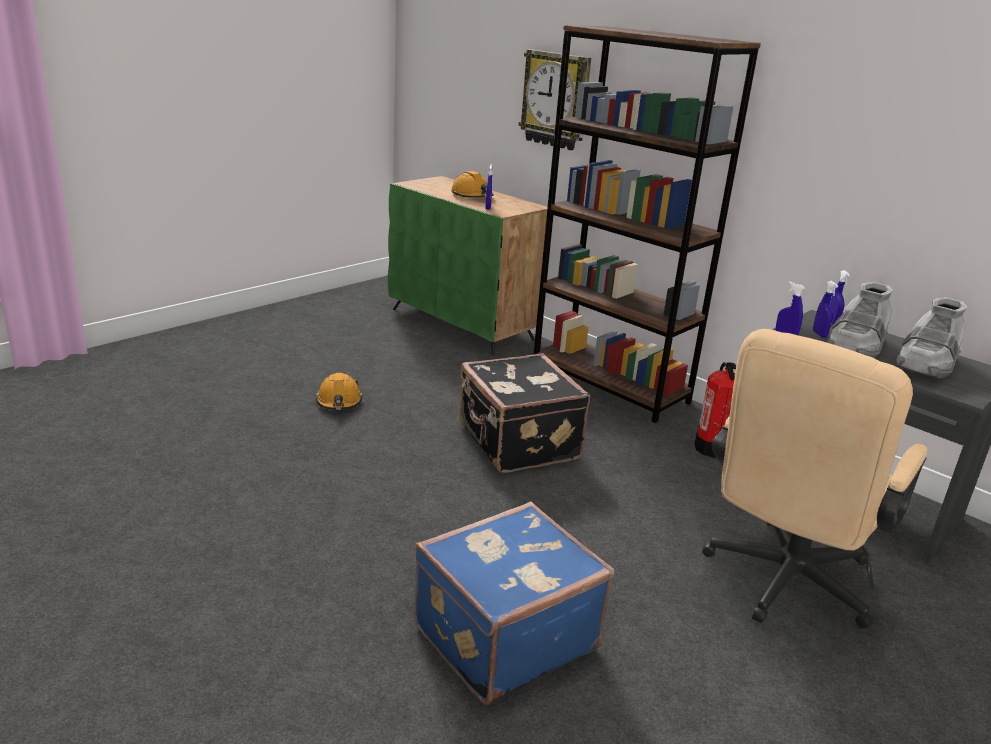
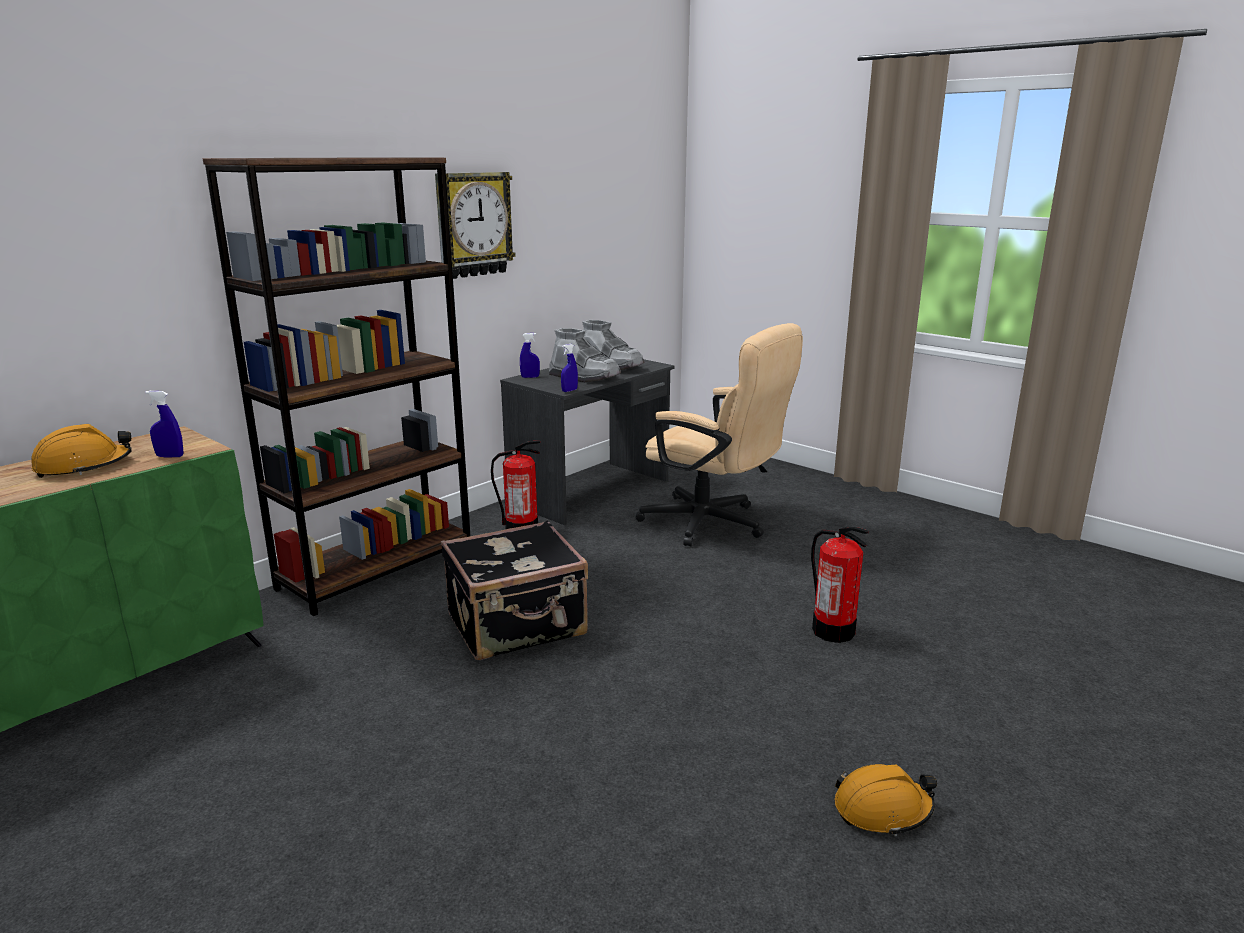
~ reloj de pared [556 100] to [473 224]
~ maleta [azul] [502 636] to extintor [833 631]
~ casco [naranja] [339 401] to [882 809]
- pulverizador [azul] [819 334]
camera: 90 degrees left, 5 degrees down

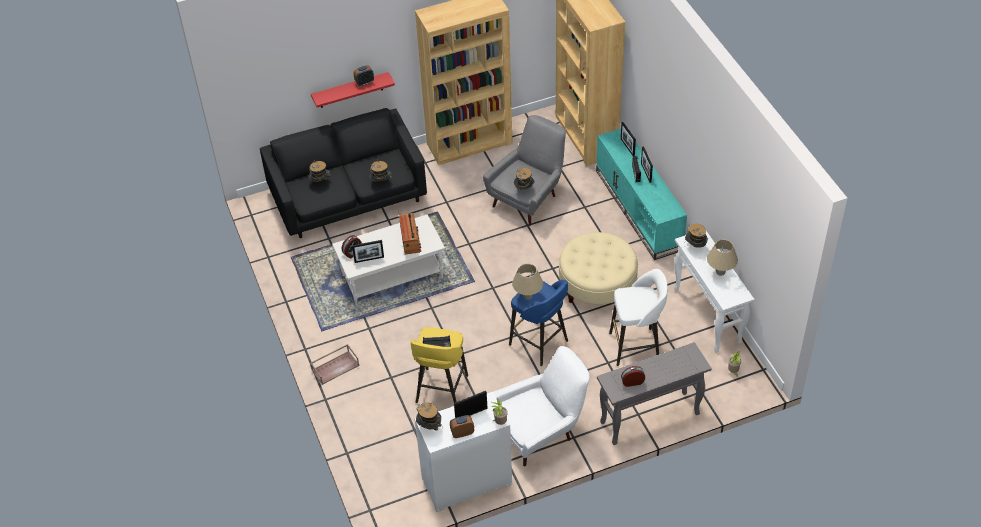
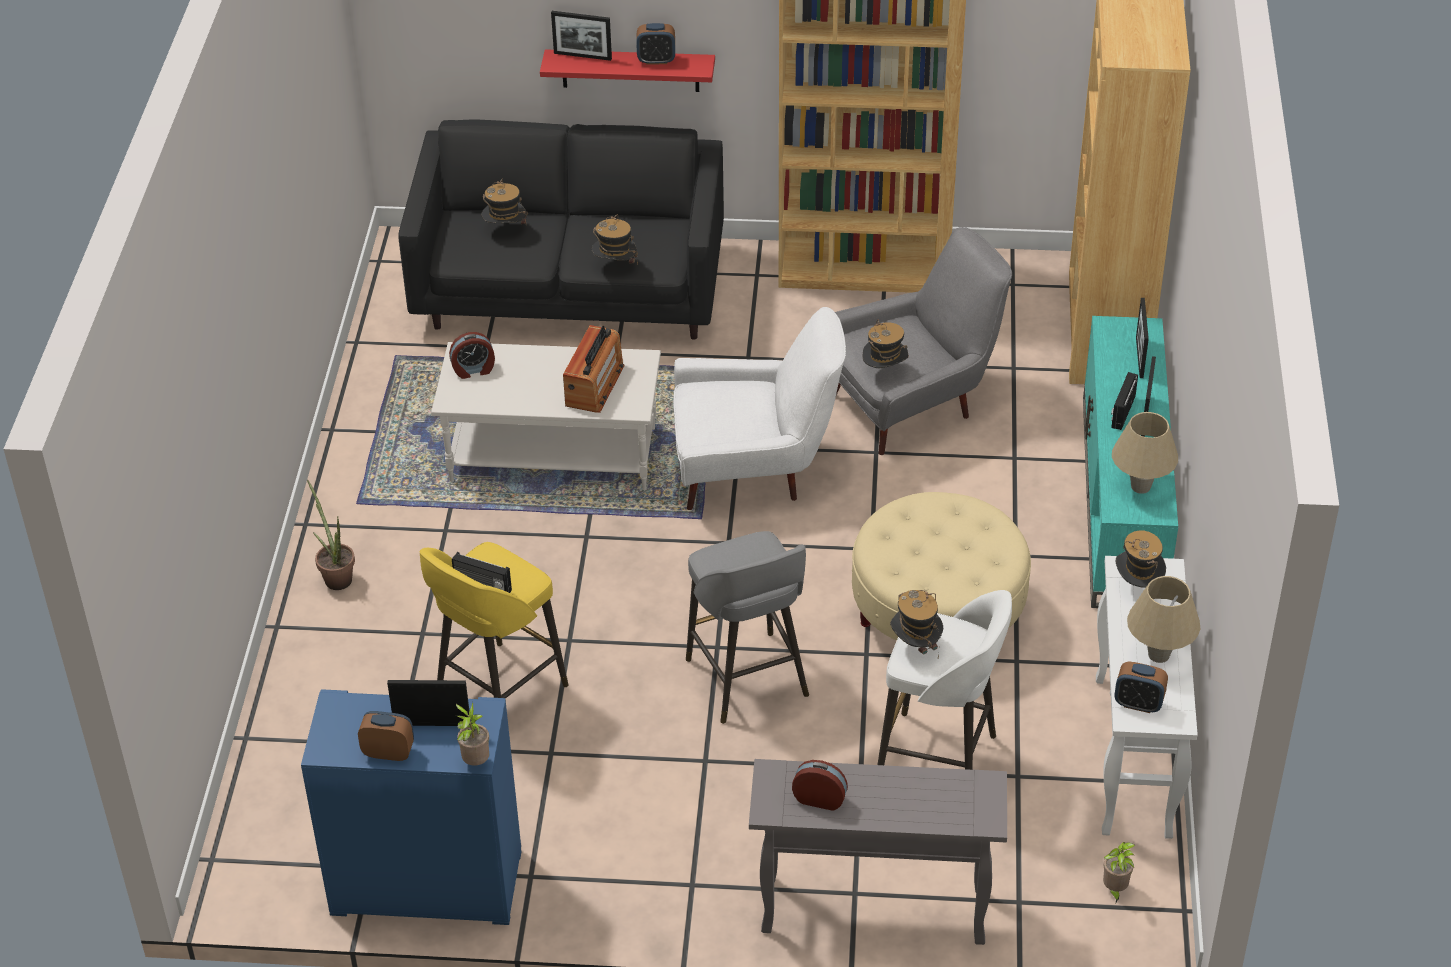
~ armario [blanco] [466 482] to armario [azul] [425 883]
~ bandeja [marrón] [335 367] to planta en maceta [336 576]
~ portarretratos [369 259] to [582 56]
~ sillón [blanco] [540 431] to [753 471]
~ taburete [azul] [540 344] to taburete [gris] [748 680]
~ sombrero [429 427] to [915 646]
~ lámpara de mesa [beis] [528 296] to [1140 486]
+ despertador [1138 704]
camera: 25 degrees right, 5 degrees down

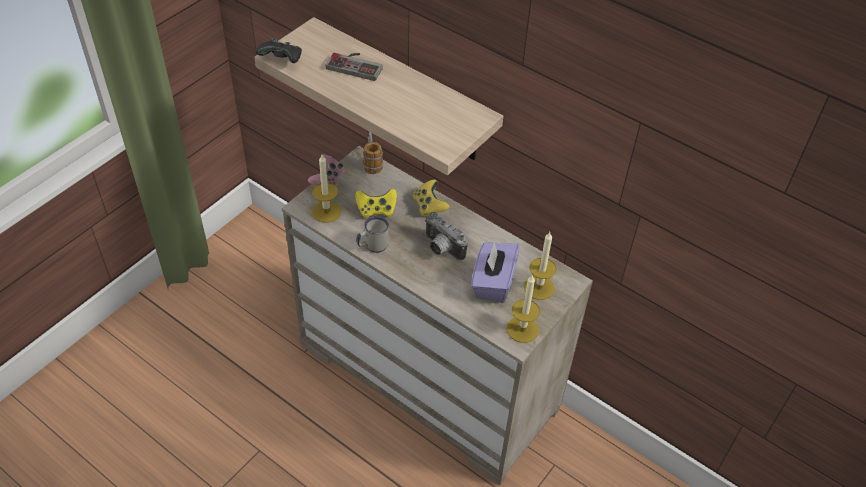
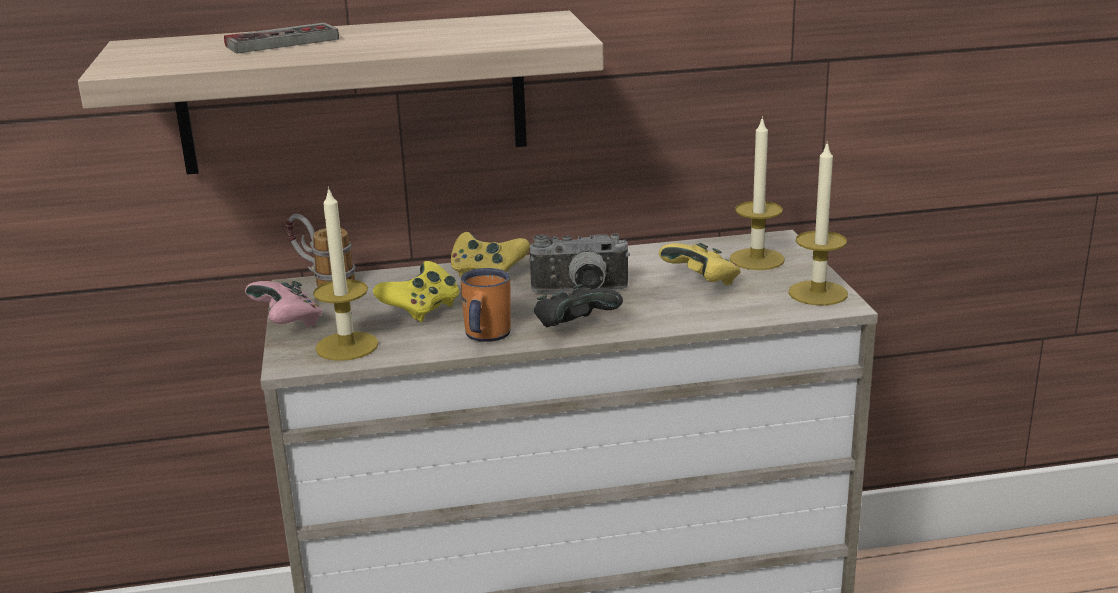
~ taza grande [blanco] [372 246] to taza grande [naranja] [484 337]
~ mando de consola [negro] [282 60] to [574 327]
~ caja de pañuelos [morado] [493 282] to mando de consola [amarillo] [702 282]
camera: 45 degrees left, 25 degrees down

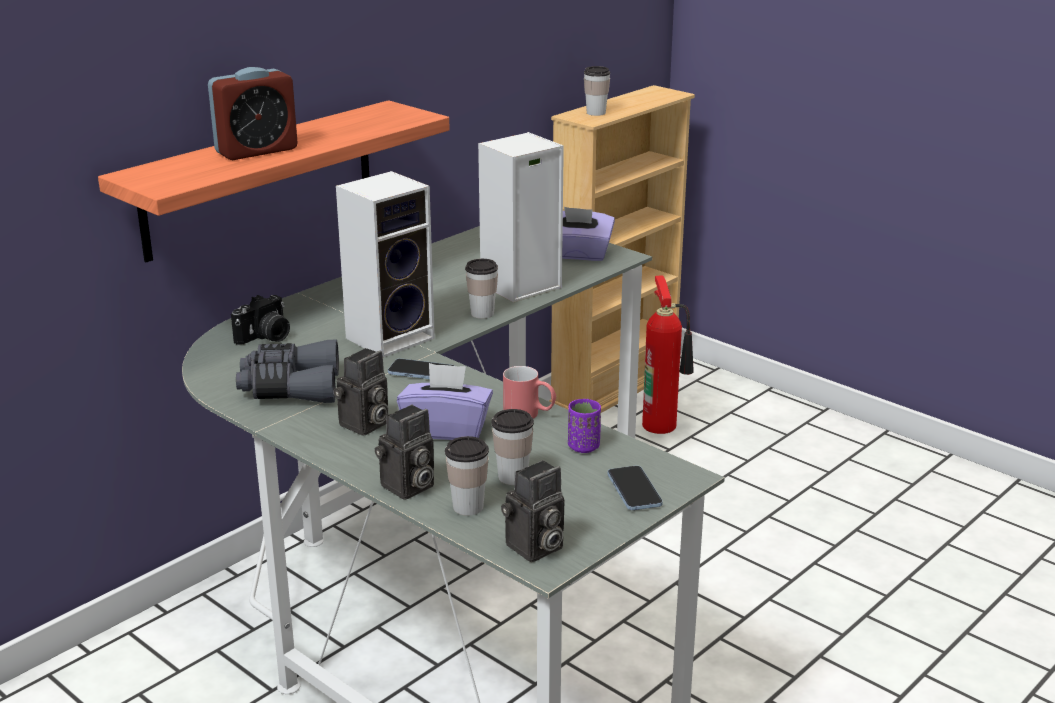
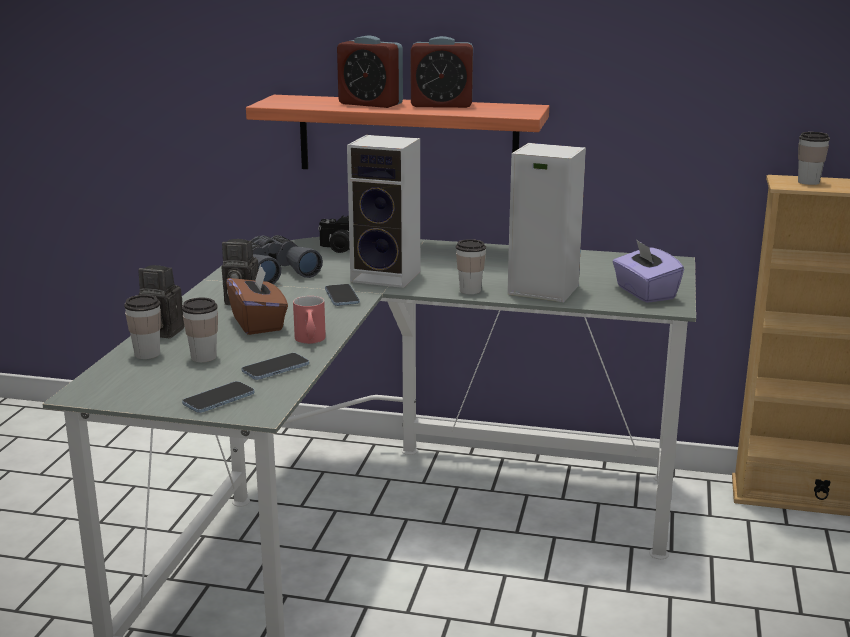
~ caja de pañuelos [morado] [447 429] to caja de pañuelos [marrón] [258 323]
~ taza [morado] [583 447] to móvil [275 368]
+ despertador [441 105]
- cámara [534 549]
- extintor [662 424]
camera: 60 degrees right, 5 degrees down

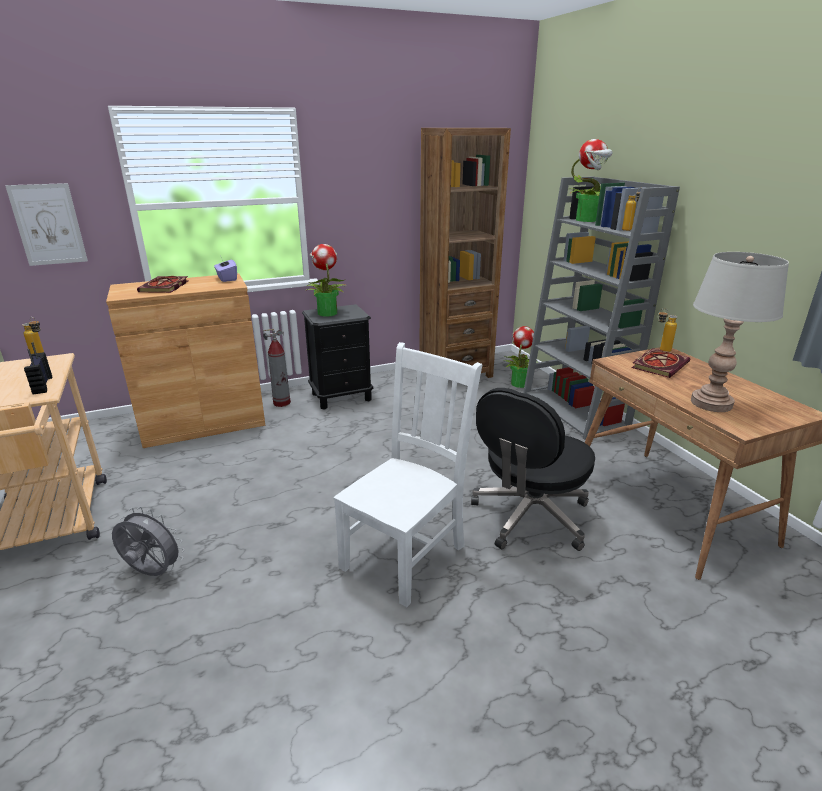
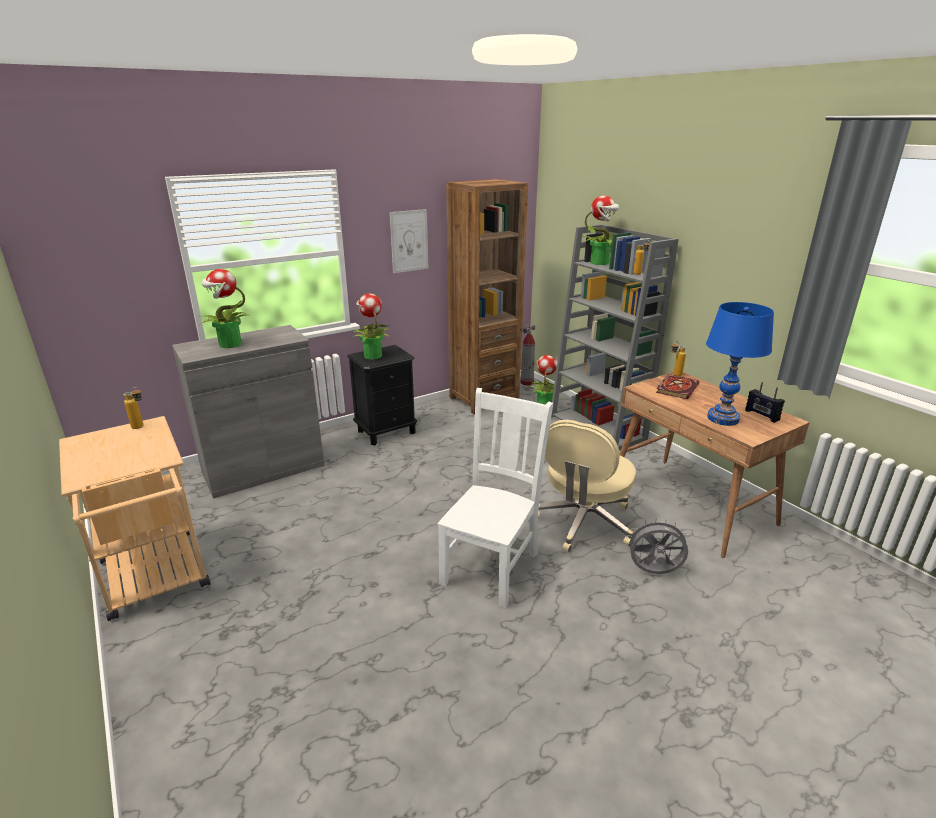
~ armario [marrón] [204 423] to armario [gris] [263 469]
~ libro [165 287] to planta en maceta [229 344]
~ cuadro [48 224] to [409 241]
~ extintor [282 403] to [527 382]
~ silla de oficina [negro] [529 517] to silla de oficina [beis] [583 523]
~ ventilador [gris] [152 573] to [653 572]
~ lámpara de mesa [gris] [711 403] to lámpara de mesa [azul] [723 418]
~ radio [42 385] to [761 415]
- caja de pañuelos [morado] [227 279]
camera: 10 degrees left, 0 degrees up

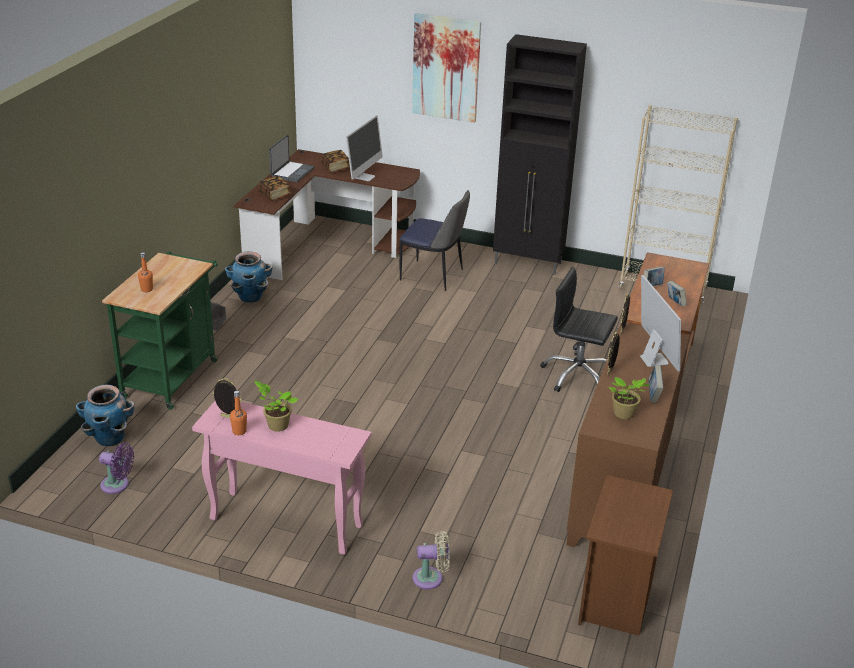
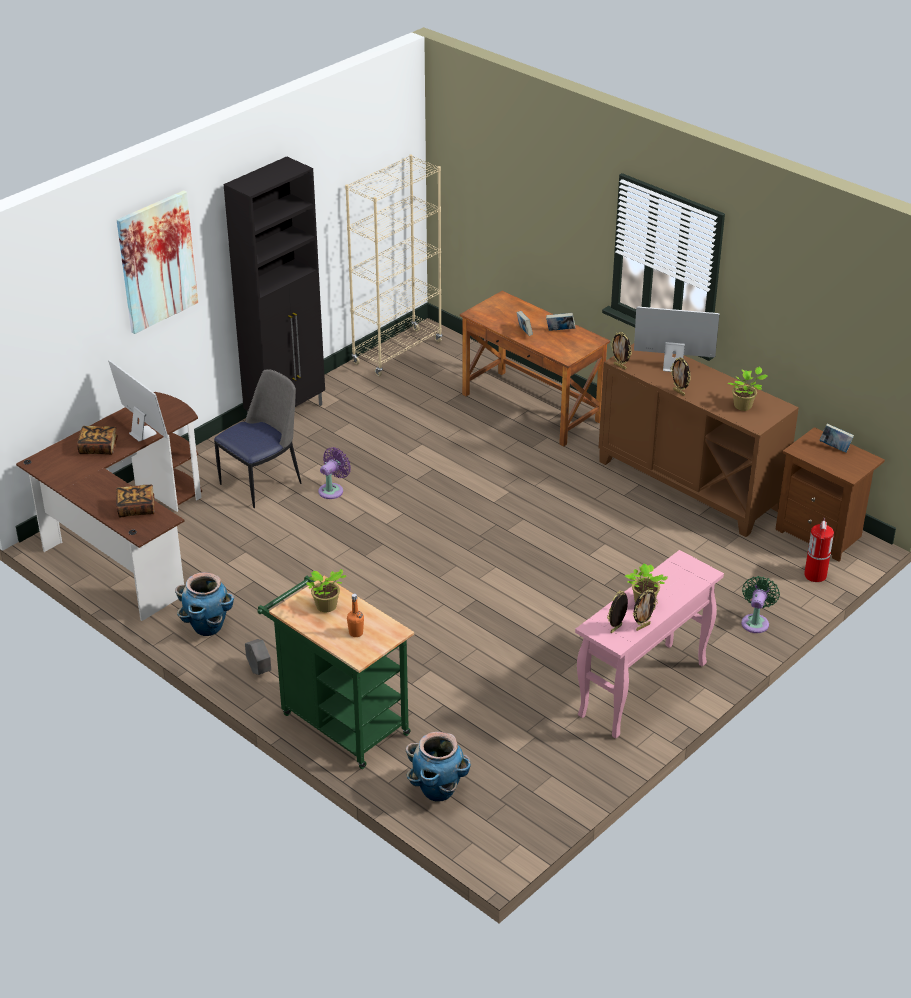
+ planta en maceta [326 607]
~ ventilador [morado] [117 485] to [333 490]
~ botella [naranja] [239 431] to portarretratos [642 626]
~ ventilador [beis] [431 578] to ventilador [verde] [755 622]
+ extintor [815 575]
~ libro [653 394] to [835 448]
- portátil [291 172]
- silla de oficina [negro] [577 375]
camera: 65 degrees left, 5 degrees up

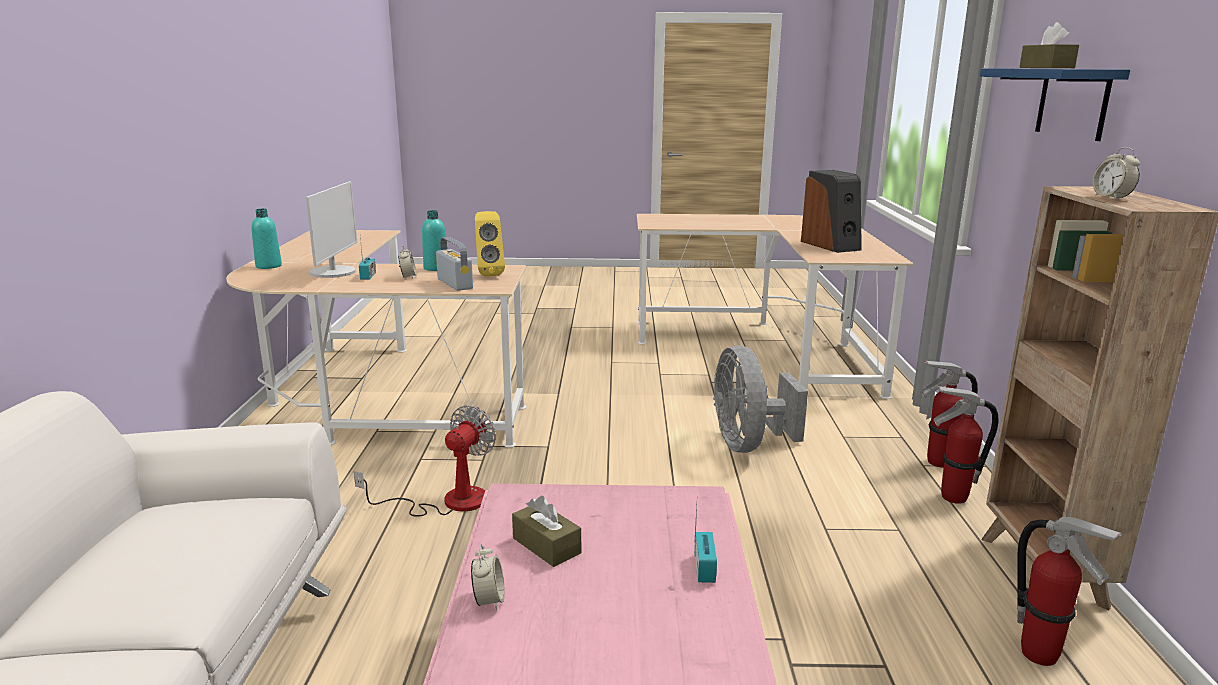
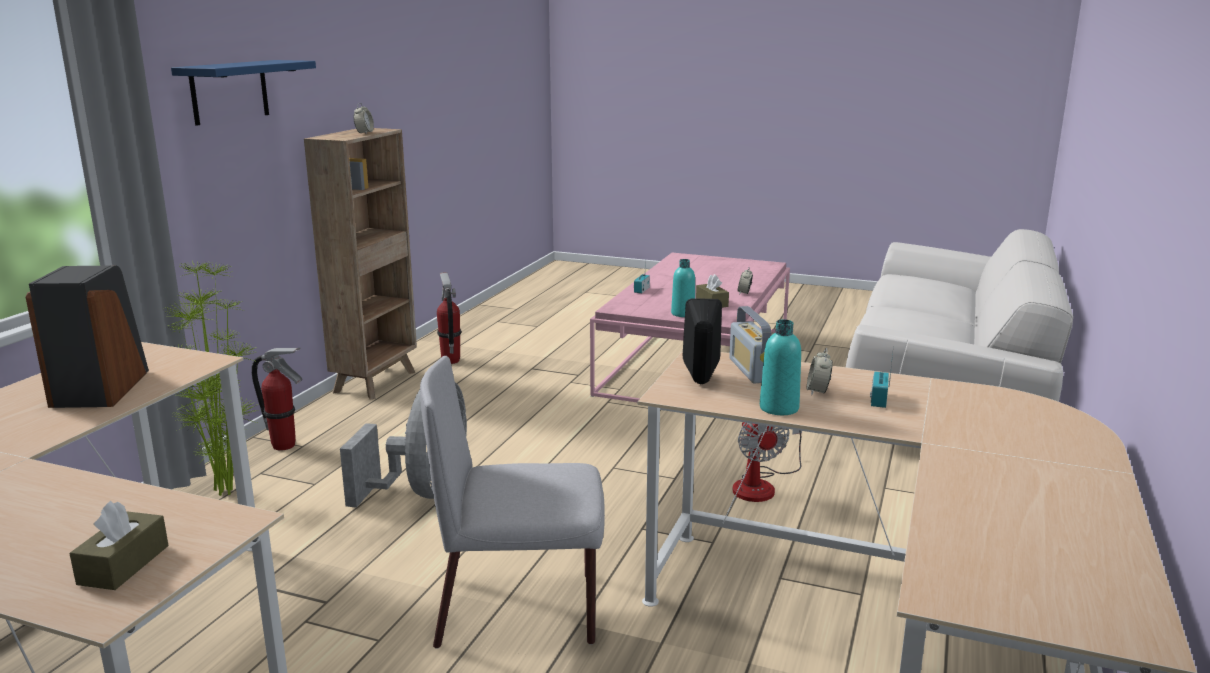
~ caja de pañuelos [marrón] [1046 68] to [124 565]
+ planta en maceta [229 491]
+ silla [gris] [521 609]
~ botella [turquesa] [268 266] to [683 314]
~ altavoz [amarillo] [489 274] to altavoz [negro] [701 383]
~ ventilador [448 501] = [761 485] 60 degrees counterclockwise
- monitor [333 272]
- extintor [952 497]
camera: 160 degrees left, 0 degrees up

